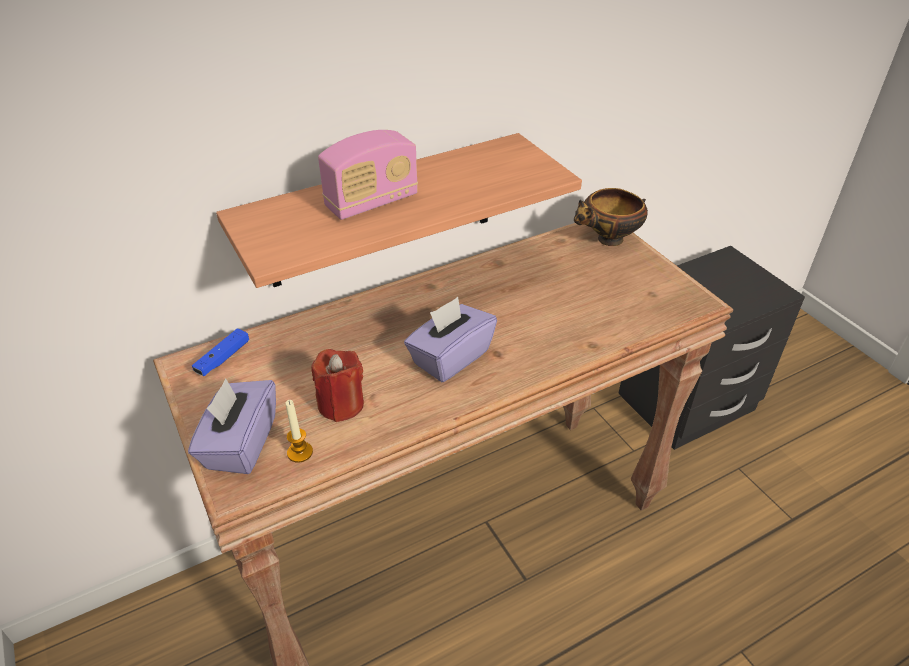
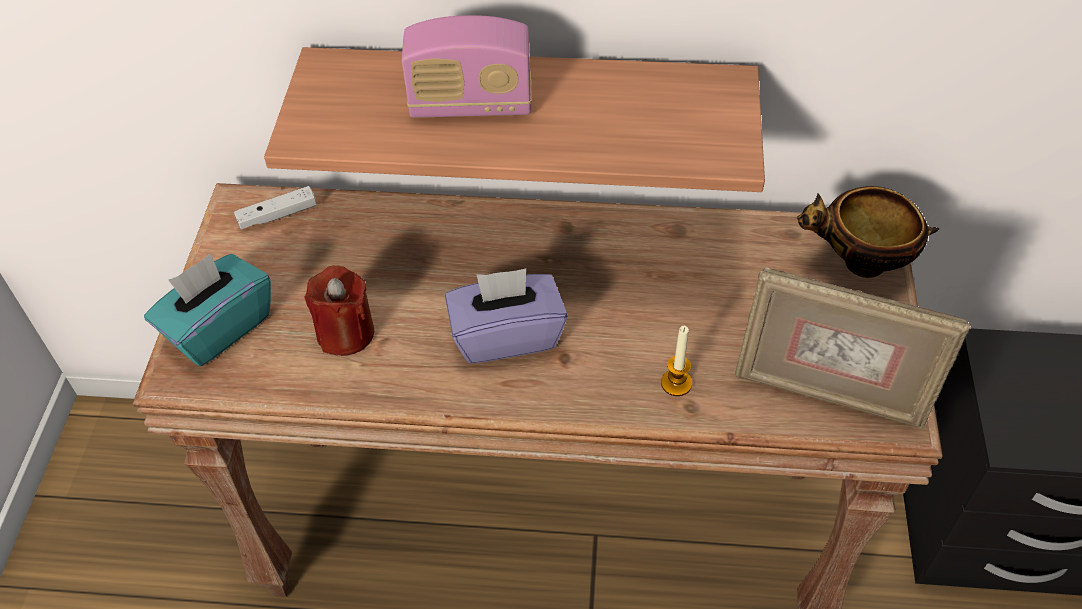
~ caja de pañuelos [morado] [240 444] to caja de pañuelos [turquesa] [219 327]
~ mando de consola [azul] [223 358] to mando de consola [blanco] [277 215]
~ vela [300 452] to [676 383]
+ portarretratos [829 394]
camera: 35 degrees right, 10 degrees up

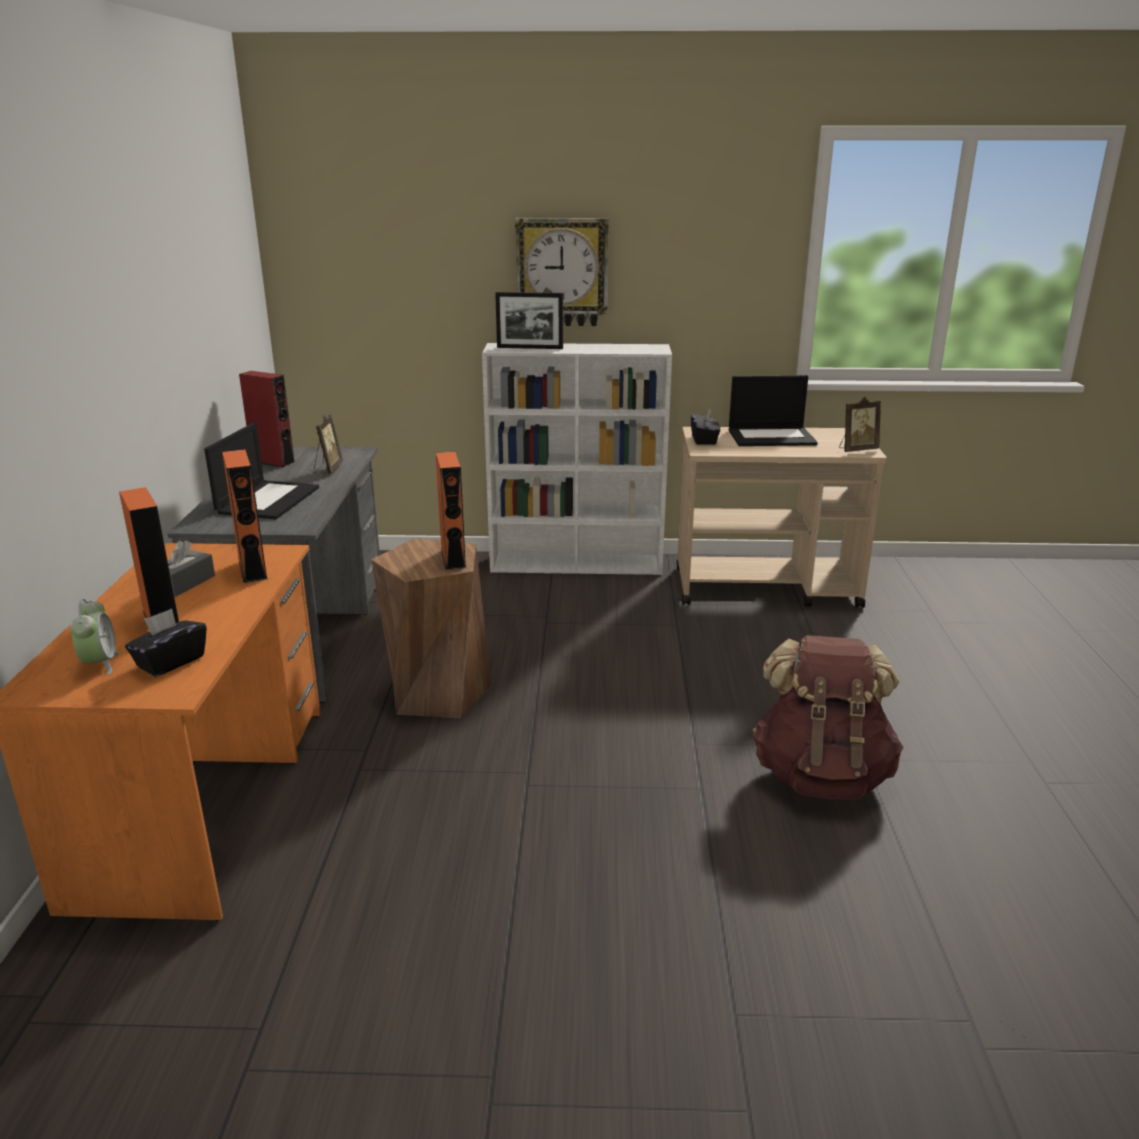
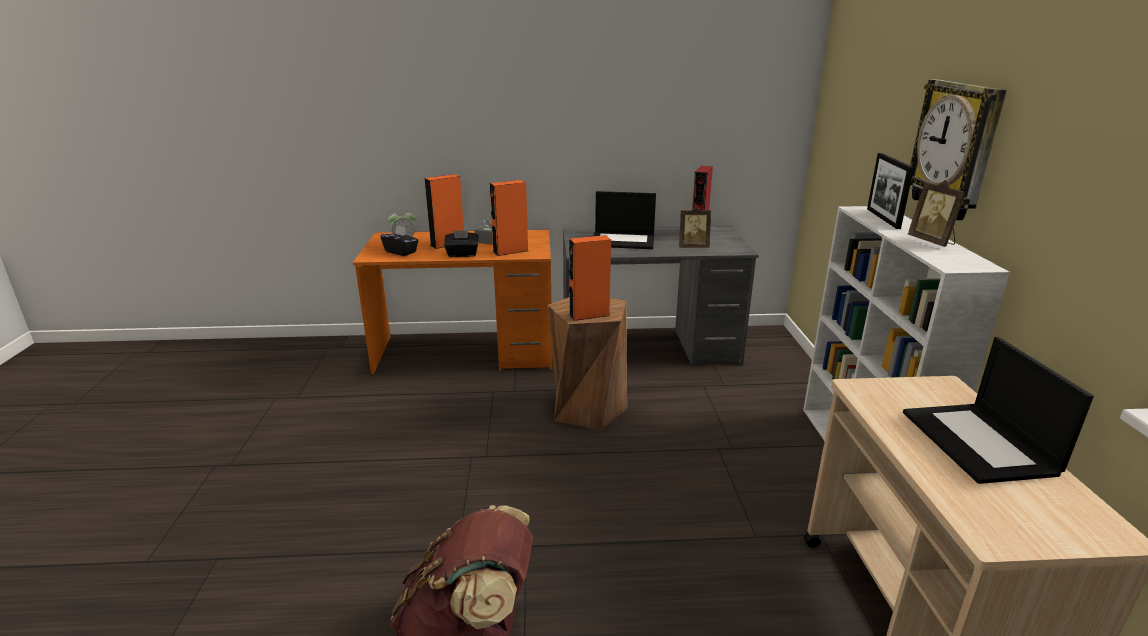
~ caja de pañuelos [negro] [704 440] to [462 254]
~ portarretratos [856 449] to [932 241]
camera: 85 degrees right, 0 degrees up

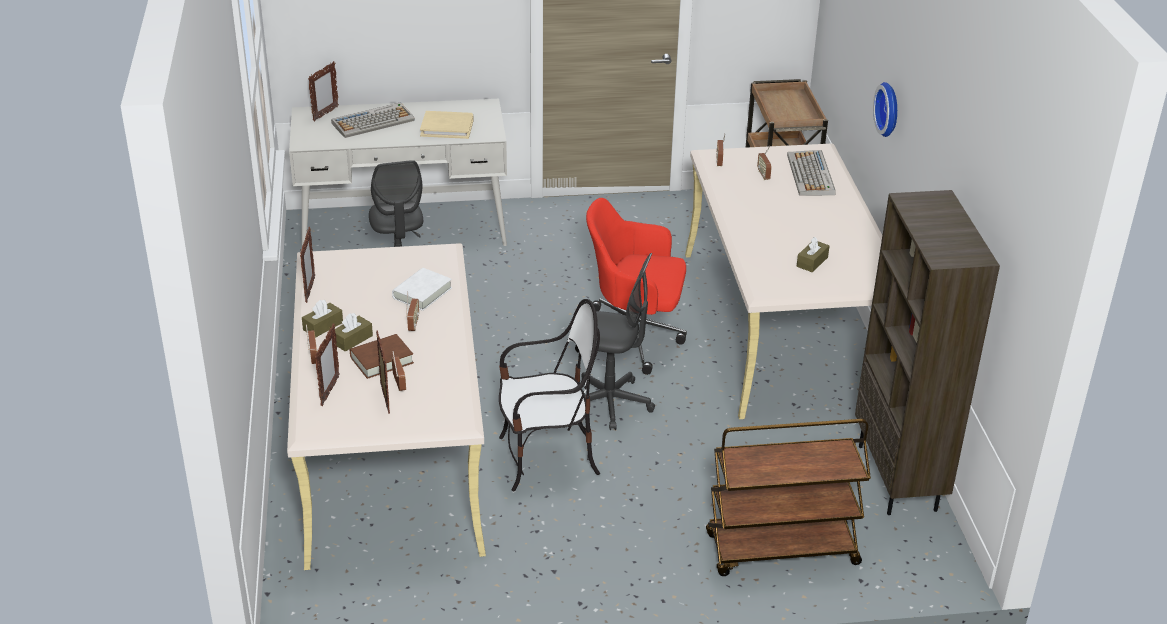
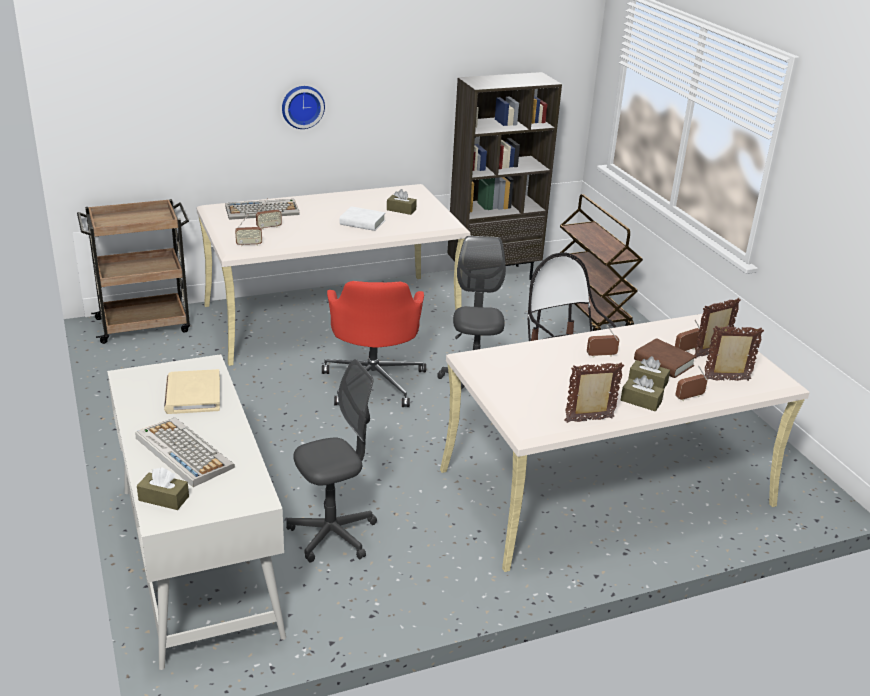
~ portarretratos [325 114] to caja de pañuelos [marrón] [163 498]
~ libro [blanco] [422 293] to [362 223]
camera: 105 degrees left, 5 degrees down

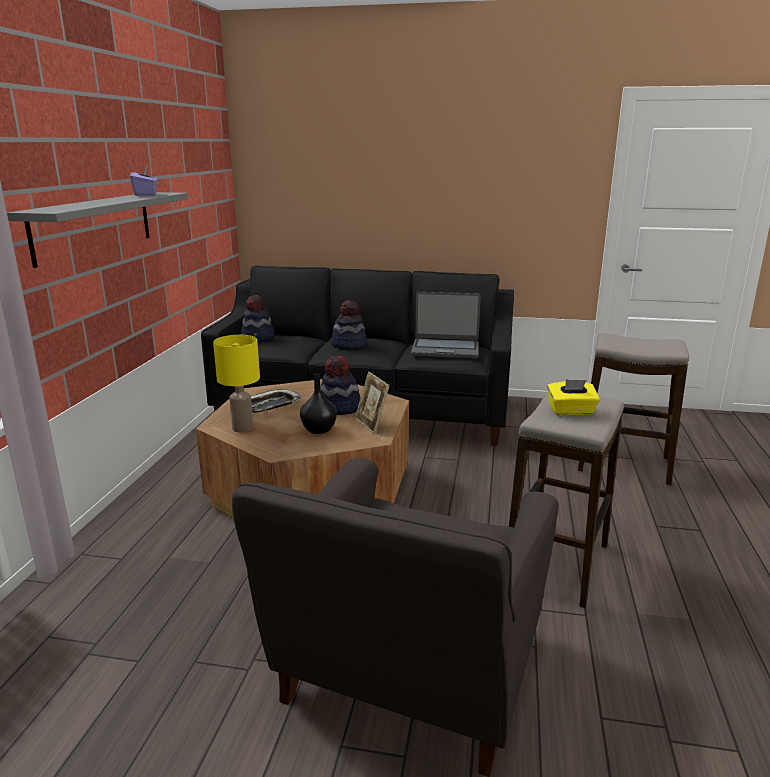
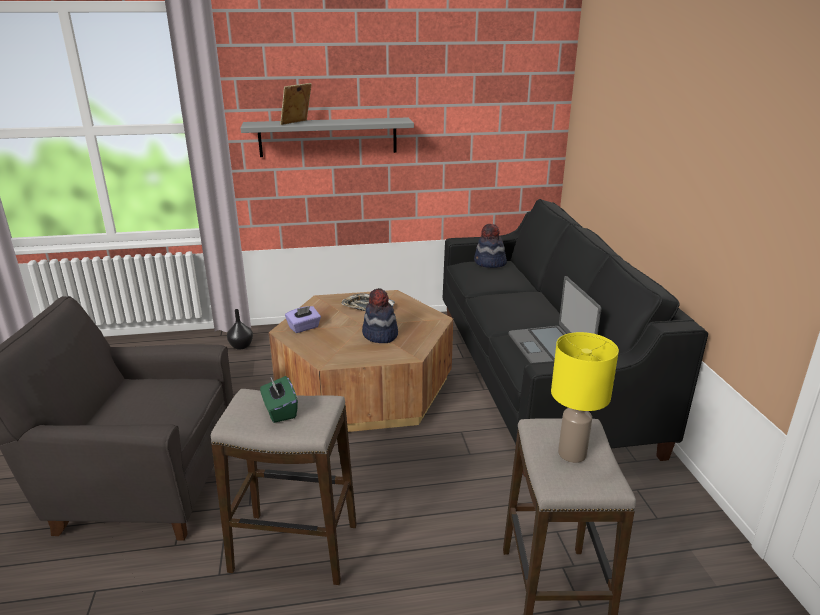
~ florero [negro] [319 430] to [241 346]
~ caja de pañuelos [amarillo] [571 411] to caja de pañuelos [verde] [280 411]
~ portarretratos [371 424] to [297 123]
~ caja de pañuelos [morado] [146 195] to [304 328]
~ lámpara de mesa [amarillo] [242 428] to [571 454]
- sombrero [349 345]
camera: 70 degrees right, 5 degrees up

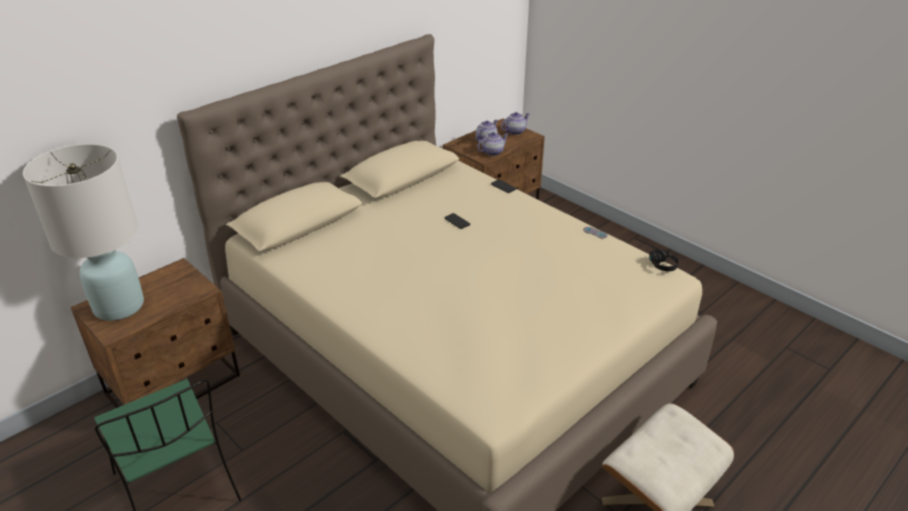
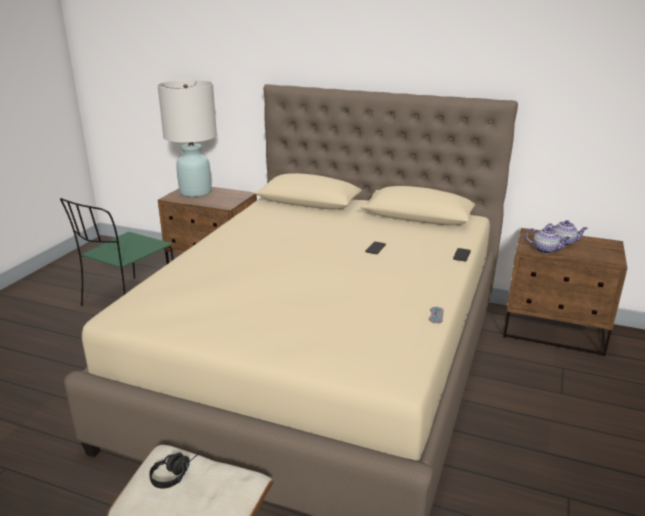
~ auriculares [negro] [659 263] to [175 473]
- tetera [515 131]
camera: 65 degrees right, 10 degrees down

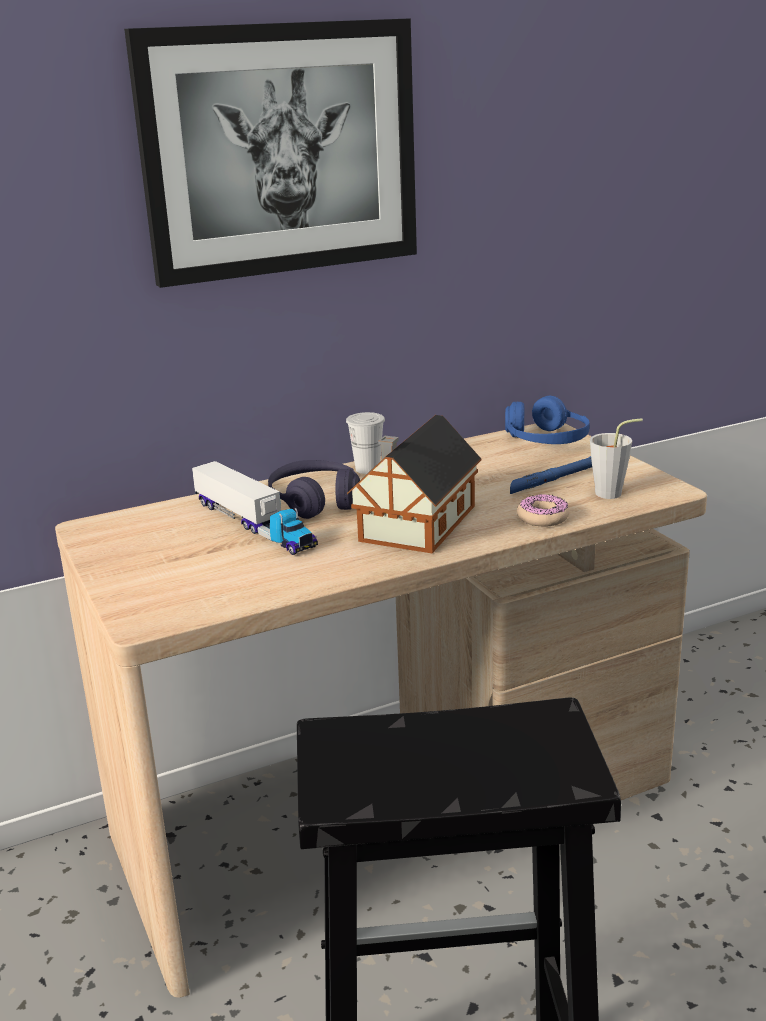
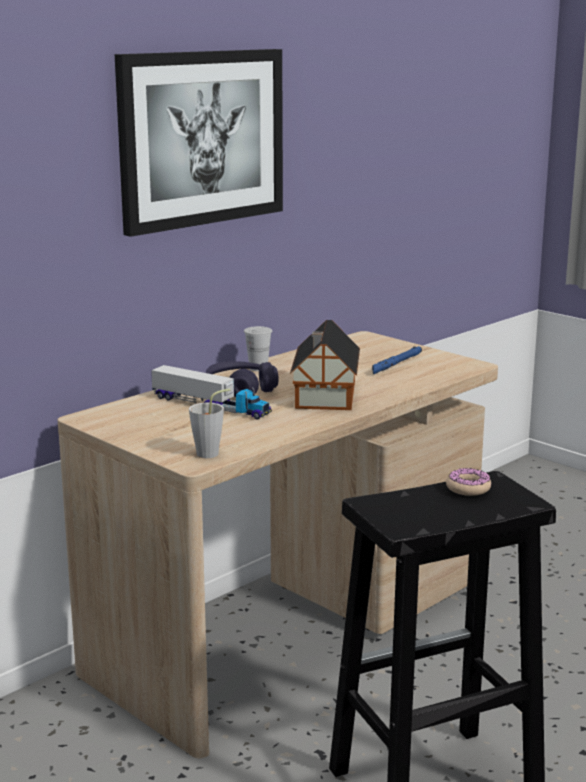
~ taza [gris] [614 493] to [212 453]
~ rosquilla [542 518] to [468 488]
- auriculares [azul] [546 440]
camera: 20 degrees left, 5 degrees down

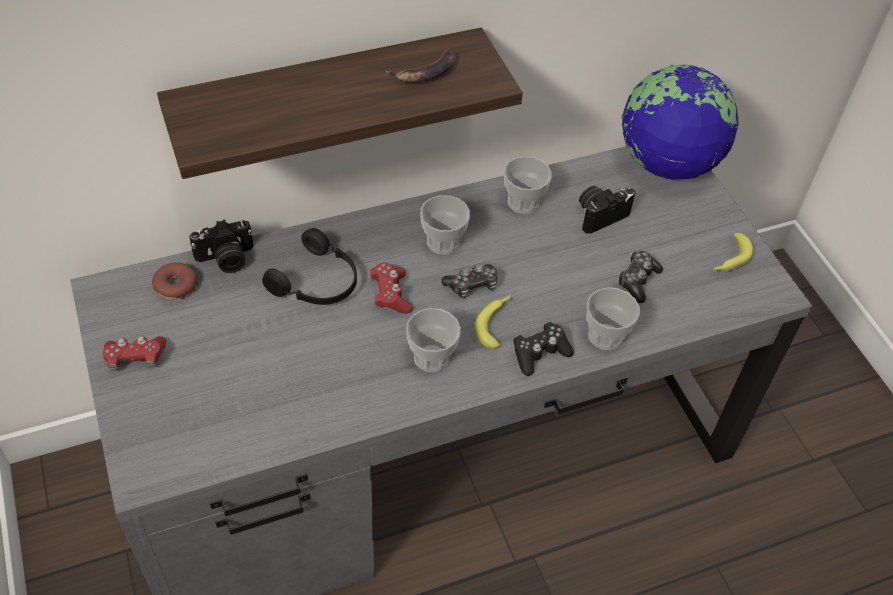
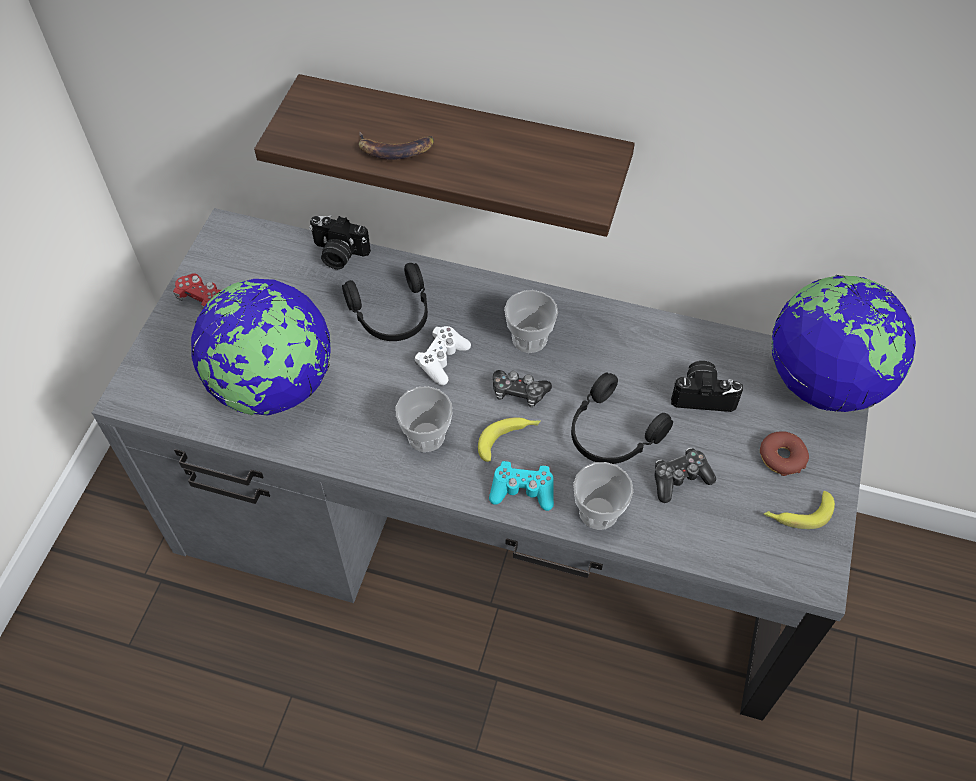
+ globo terráqueo [273 386]
~ plátano [426 71] to [395 149]
~ mando de consola [rojo] [390 294] to mando de consola [blanco] [442 360]
~ mando de consola [negro] [540 353] to mando de consola [turquesa] [522 491]
+ auriculares [negro] [611 433]
~ rosquilla [176 286] to [781 457]
- taza [523 202]
camera: 40 degrees right, 5 degrees up

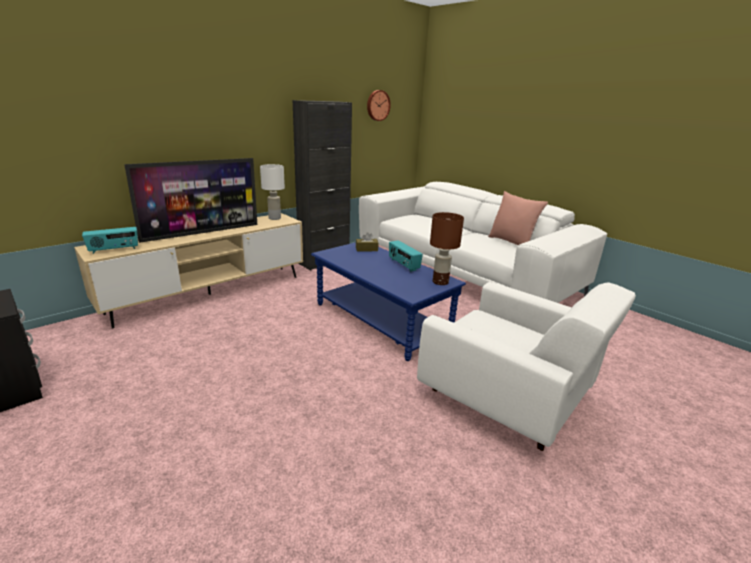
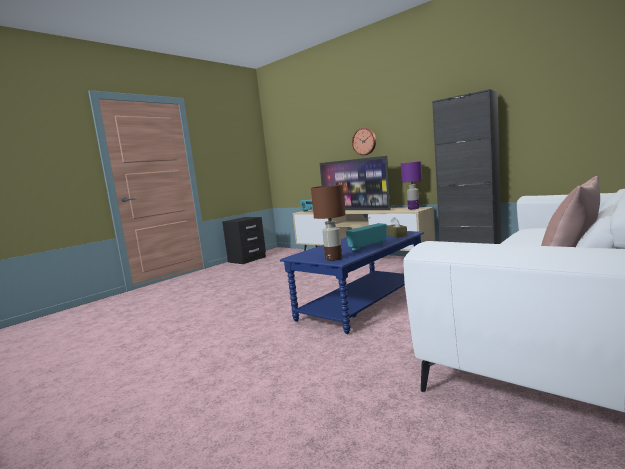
~ reloj de pared [377 105] to [364 141]
~ lámpara de mesa [blanco] [274 218] to lámpara de mesa [morado] [413 208]
- sillón [blanco] [506 400]
camera: 85 degrees right, 15 degrees down

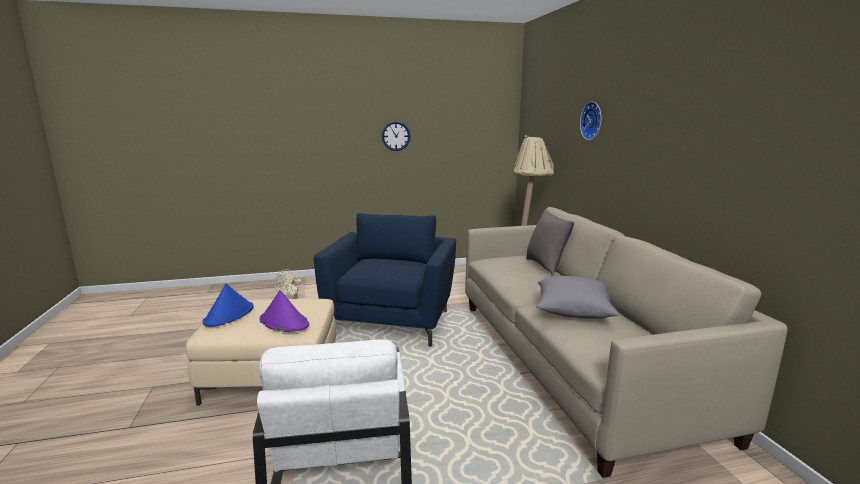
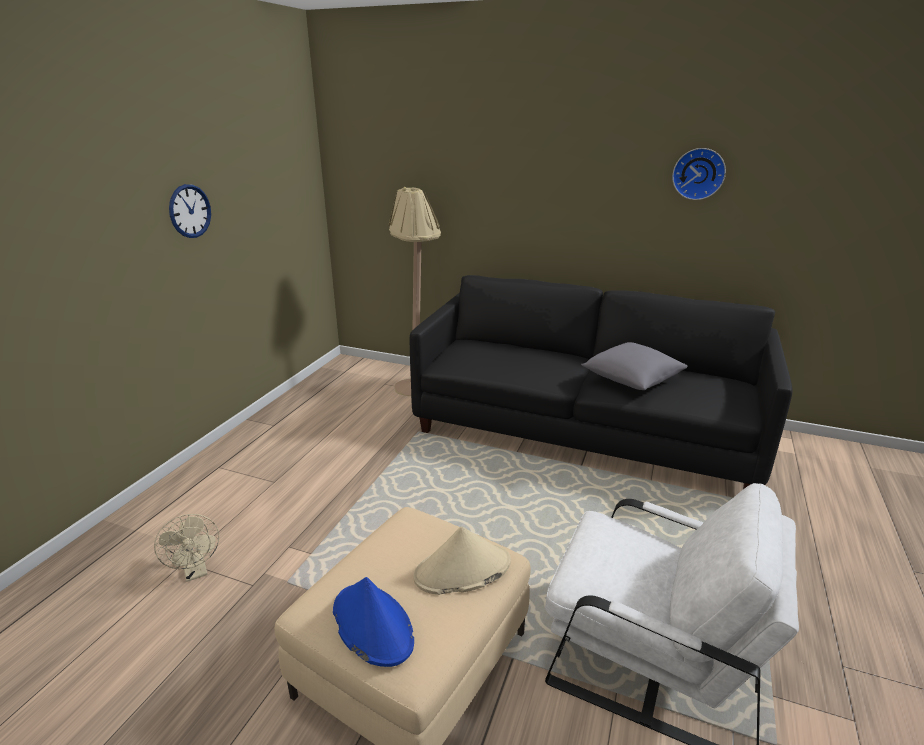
~ sofá [beis] [573 361] to sofá [negro] [584 429]
~ sombrero [morado] [283 322] to sombrero [beis] [462 570]
~ reloj de pared [593 121] to [698 173]
- sillón [azul] [391 322]
- cojín [gris] [546 266]
camera: 55 degrees left, 10 degrees up

